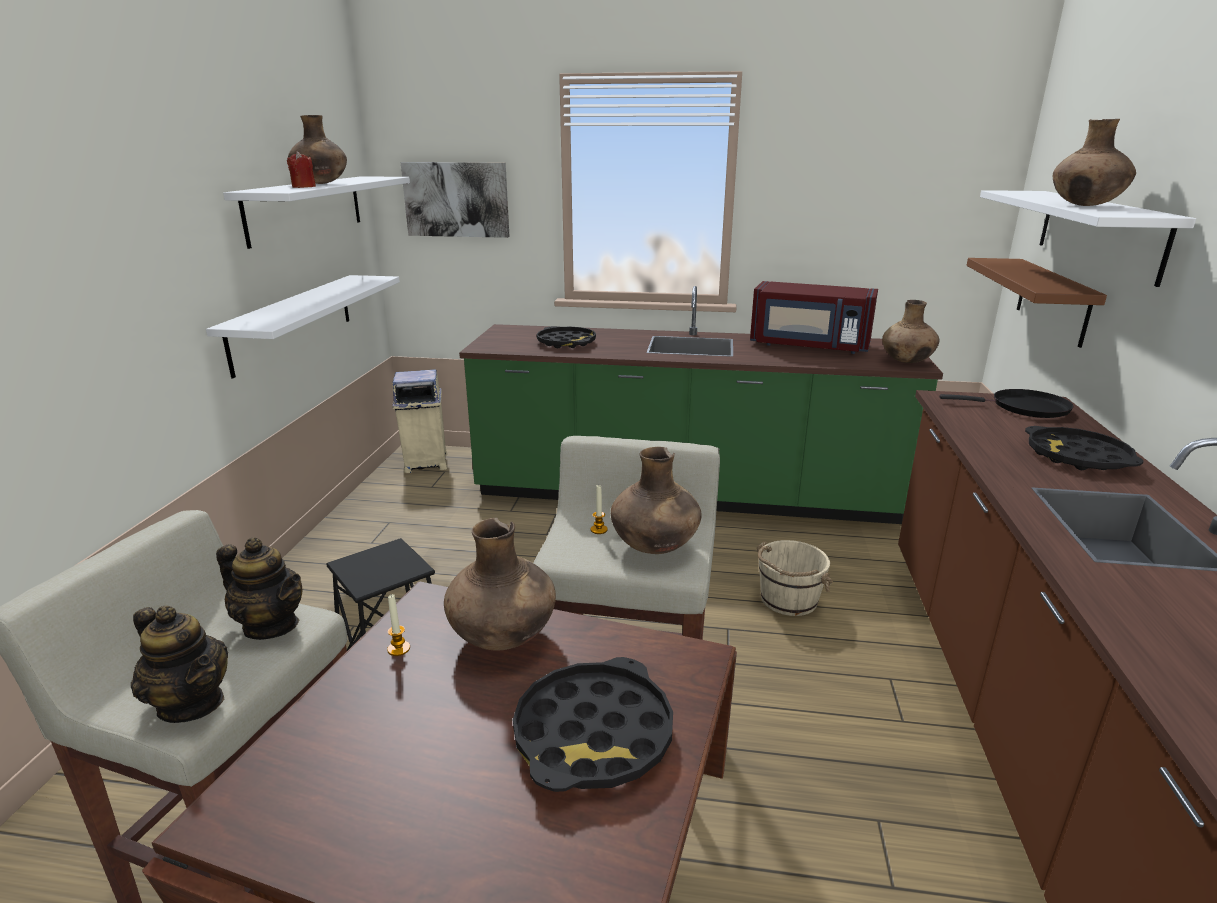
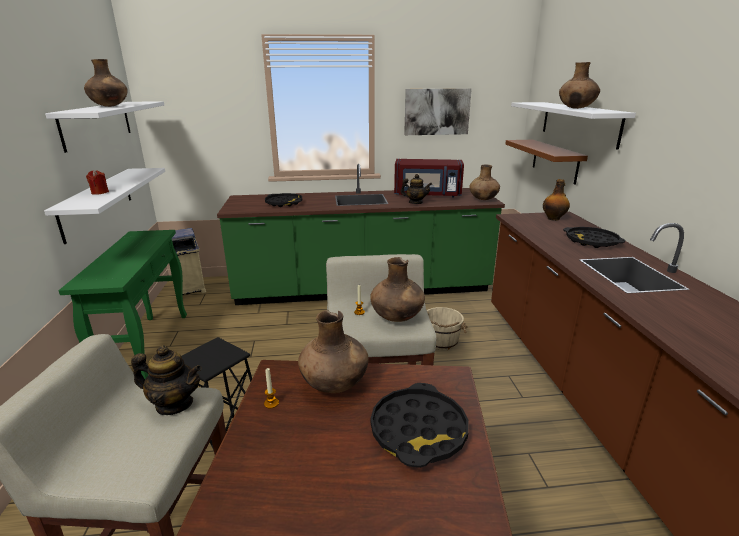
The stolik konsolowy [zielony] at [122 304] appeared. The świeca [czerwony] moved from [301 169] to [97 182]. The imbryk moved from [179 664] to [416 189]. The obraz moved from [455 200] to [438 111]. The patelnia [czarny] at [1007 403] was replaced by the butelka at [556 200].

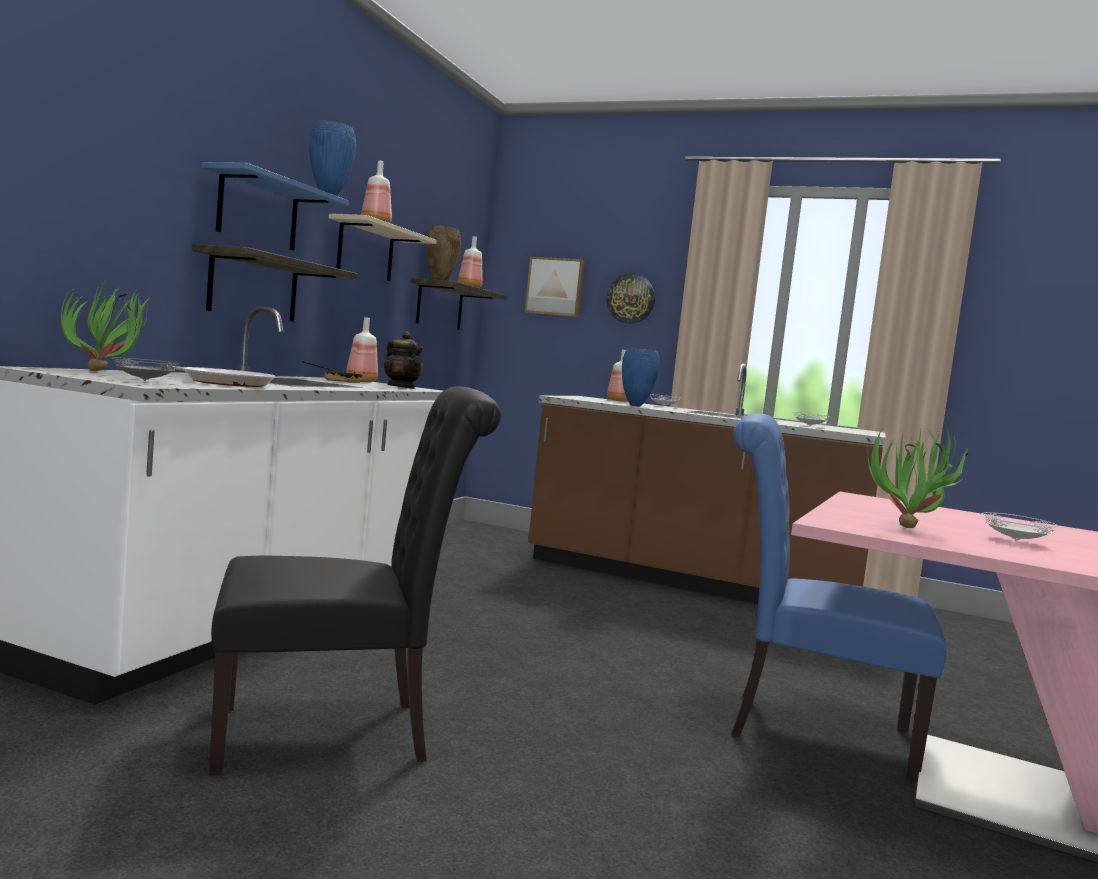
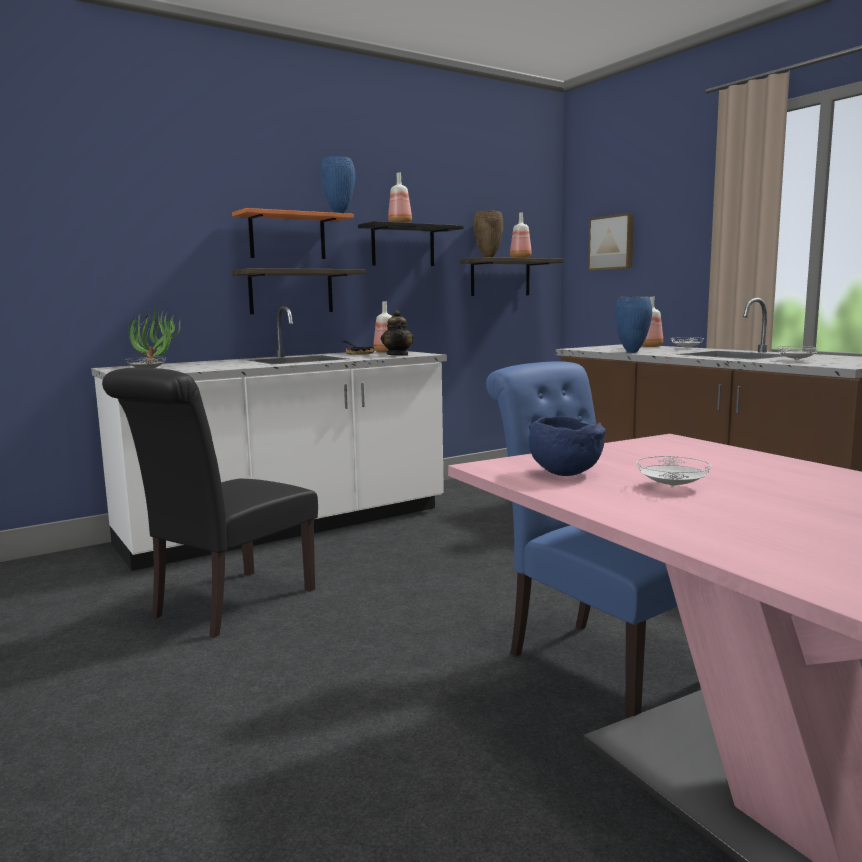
The krzesło [czarny] at [355 580] turned 105 degrees clockwise. The półka [niebieski] at [275 206] became the półka [pomarańczowy] at [293 233]. The półka [beżowy] at [382 247] became the półka [czarny] at [411 243]. The roślina doniczkowa at [920 476] was replaced by the miska [niebieski] at [567 446]. The patelnia at [220 376] disappeared. The zegar ścienny at [630 298] disappeared.

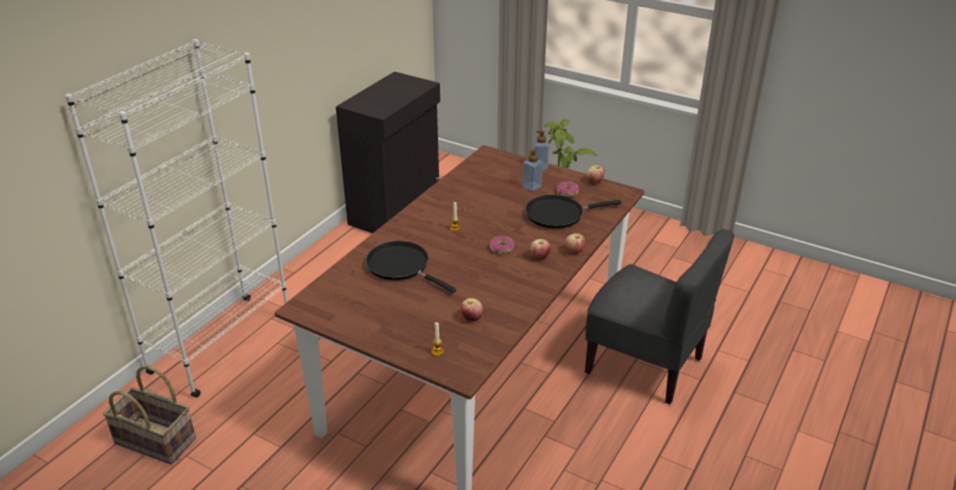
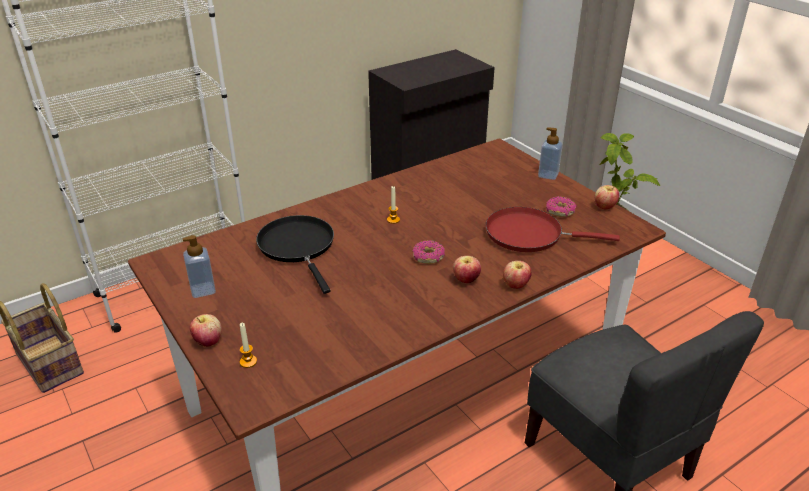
The dozownik mydła moved from [533 170] to [199 266]. The jabłko moved from [472 309] to [206 330]. The patelnia [czarny] at [573 212] became the patelnia [czerwony] at [553 229].

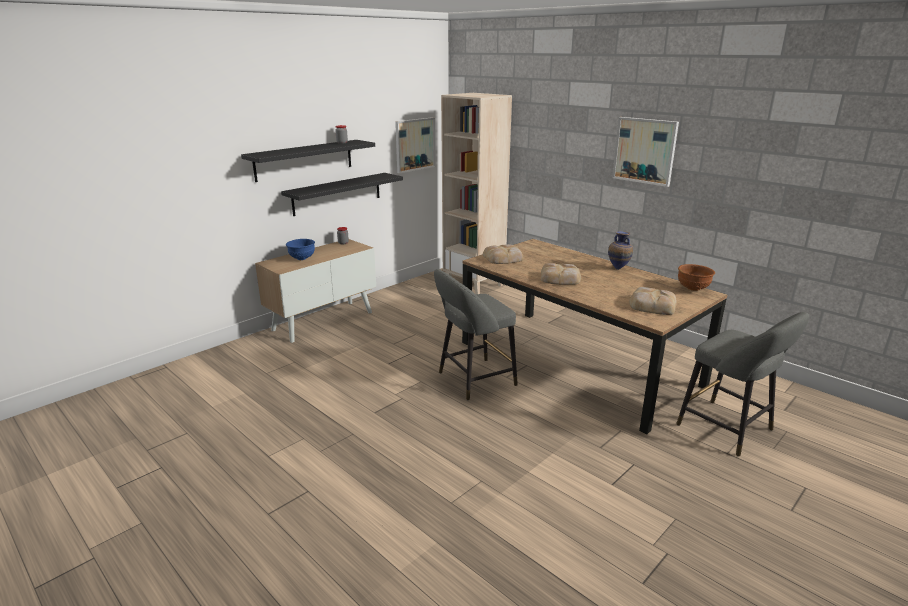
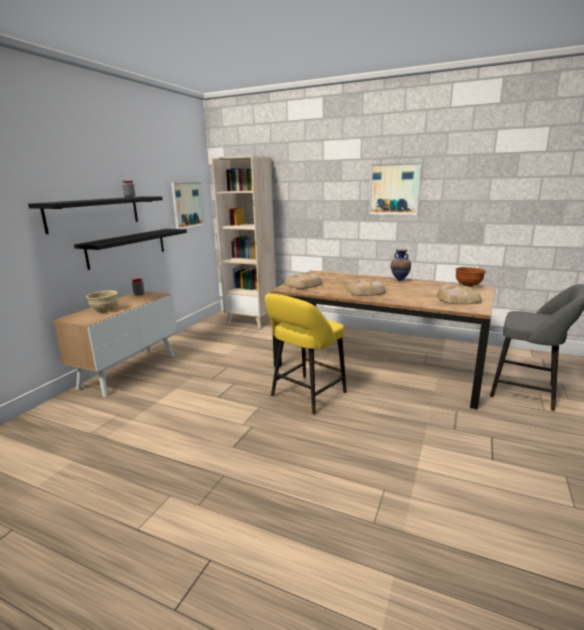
The miska [niebieski] at [300 249] became the miska [beżowy] at [102 301]. The stołek [szary] at [476 334] became the stołek [żółty] at [306 354].

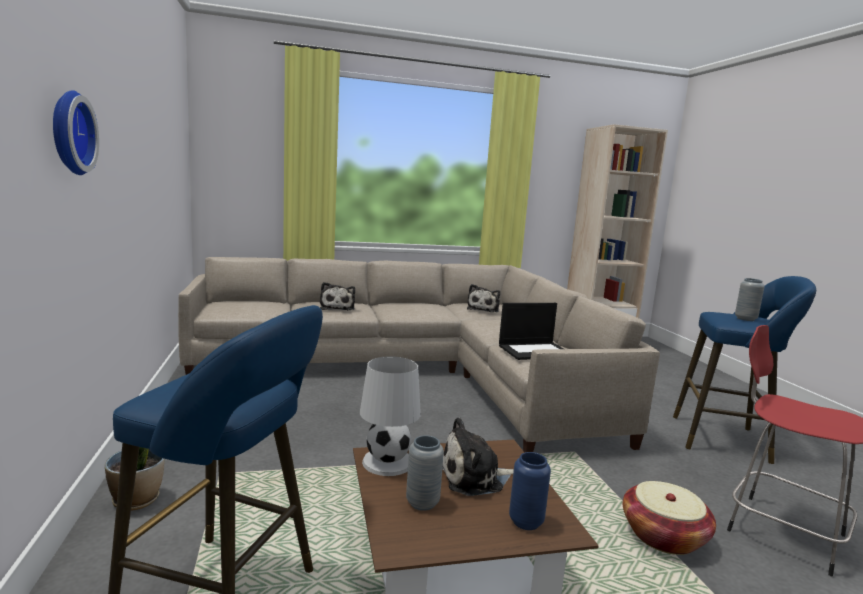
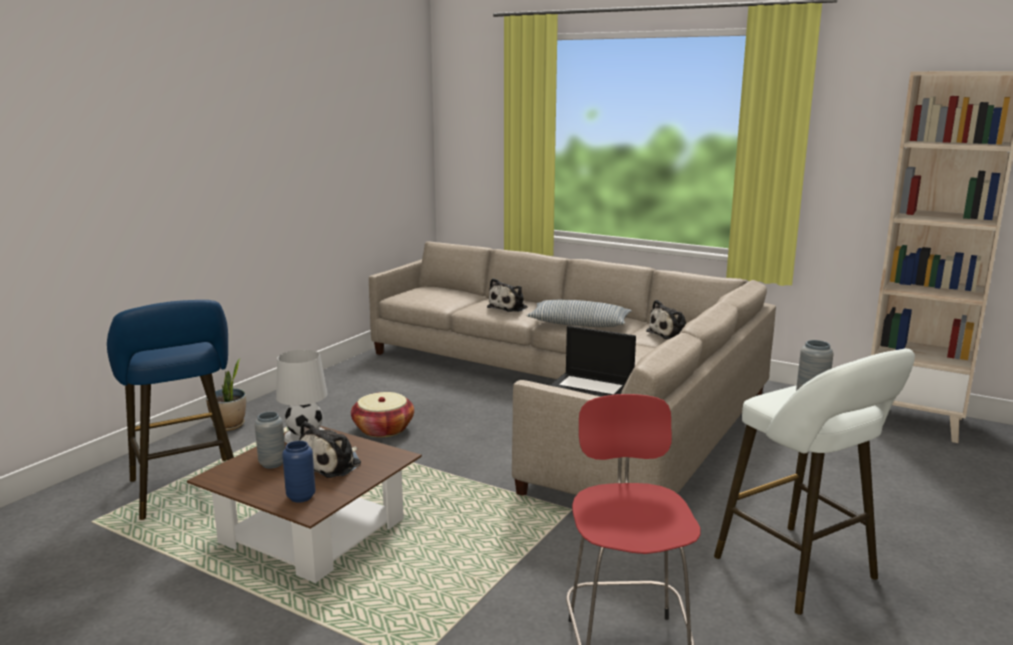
The pluszak at [478 456] turned 90 degrees counterclockwise. The koszyk moved from [669 518] to [382 414]. The poduszka at [579 313] appeared. The stołek [niebieski] at [744 370] became the stołek [biały] at [814 482]. The zegar ścienny at [76 132] disappeared.

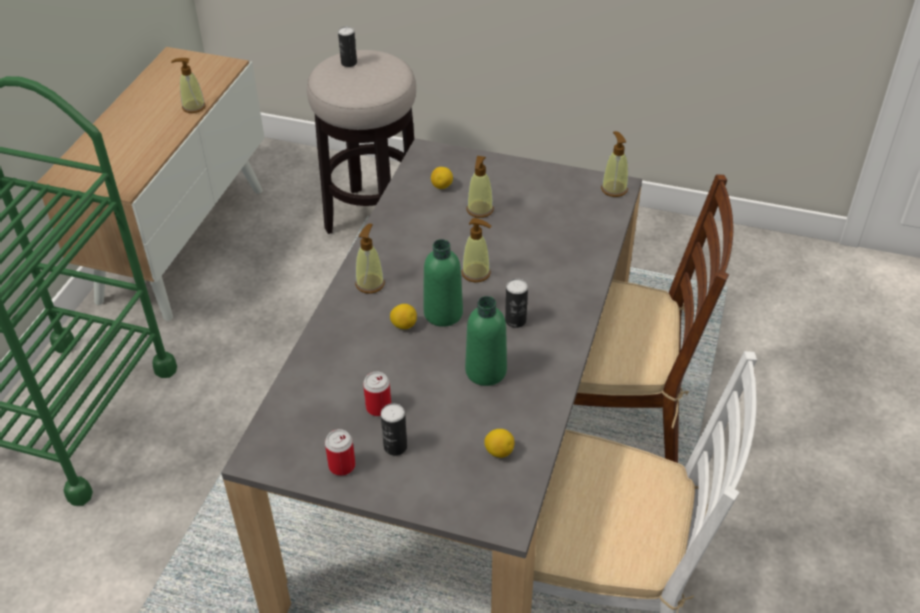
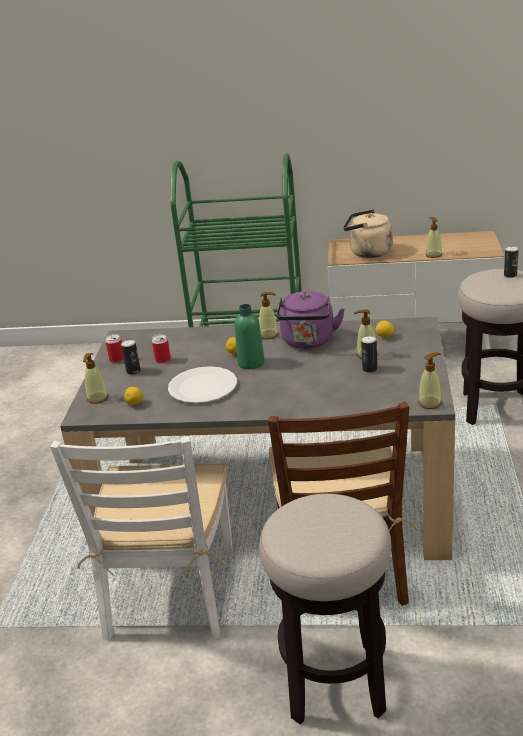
The dozownik mydła moved from [476 250] to [95 378]. The butelka [zielony] at [486 341] was replaced by the talerz [biały] at [202 384]. The stołek at [325 609] appeared. The czajnik [fioletowy] at [310 320] appeared. The czajnik [beżowy] at [368 234] appeared. The puszka moved from [516 303] to [369 354].

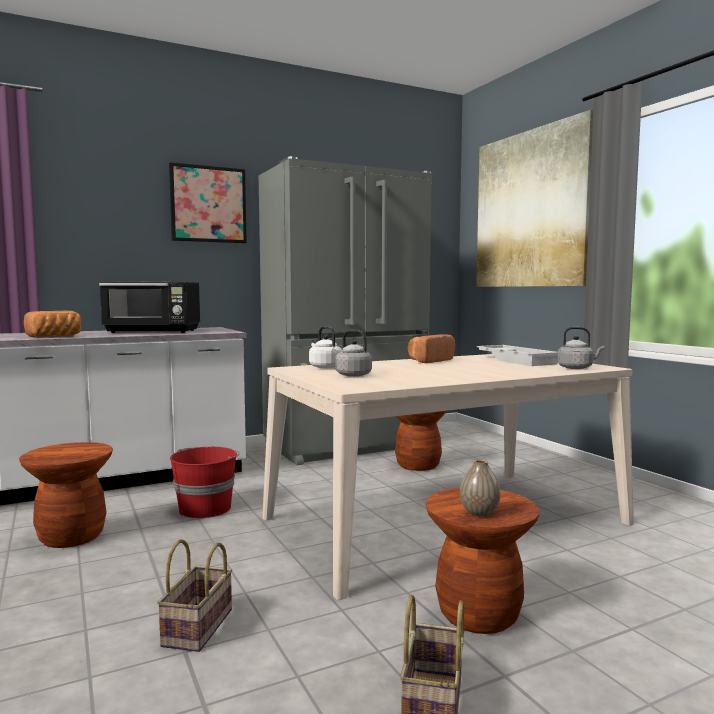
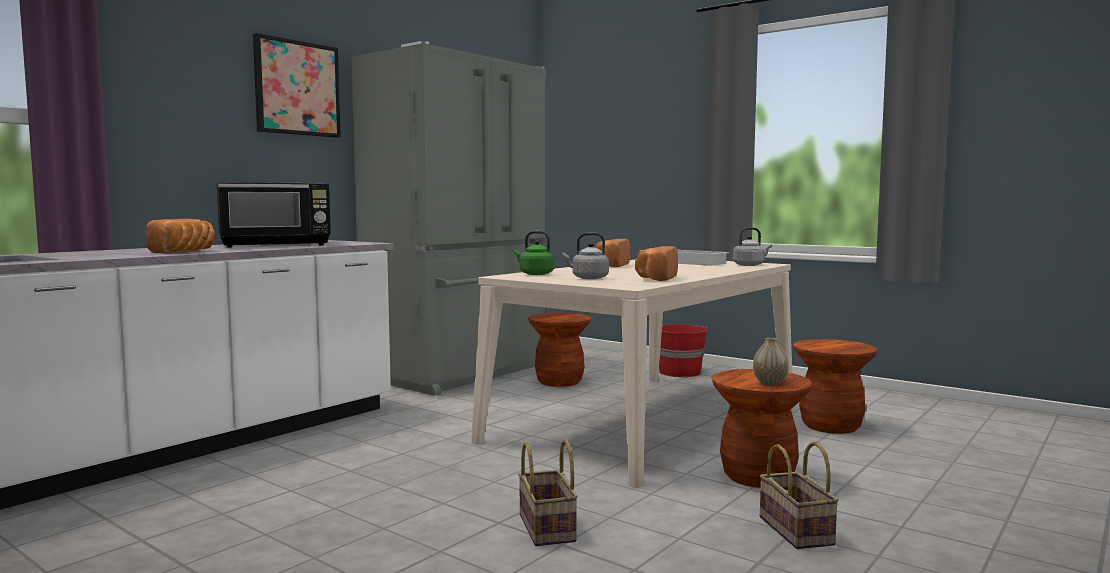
The czajnik [biały] at [325 347] became the czajnik [zielony] at [534 253]. The chleb at [656 263] appeared. The wiadro [czerwony] moved from [205 482] to [683 350]. The stołek [brązowy] moved from [66 495] to [835 386]. The obraz at [534 198] disappeared.

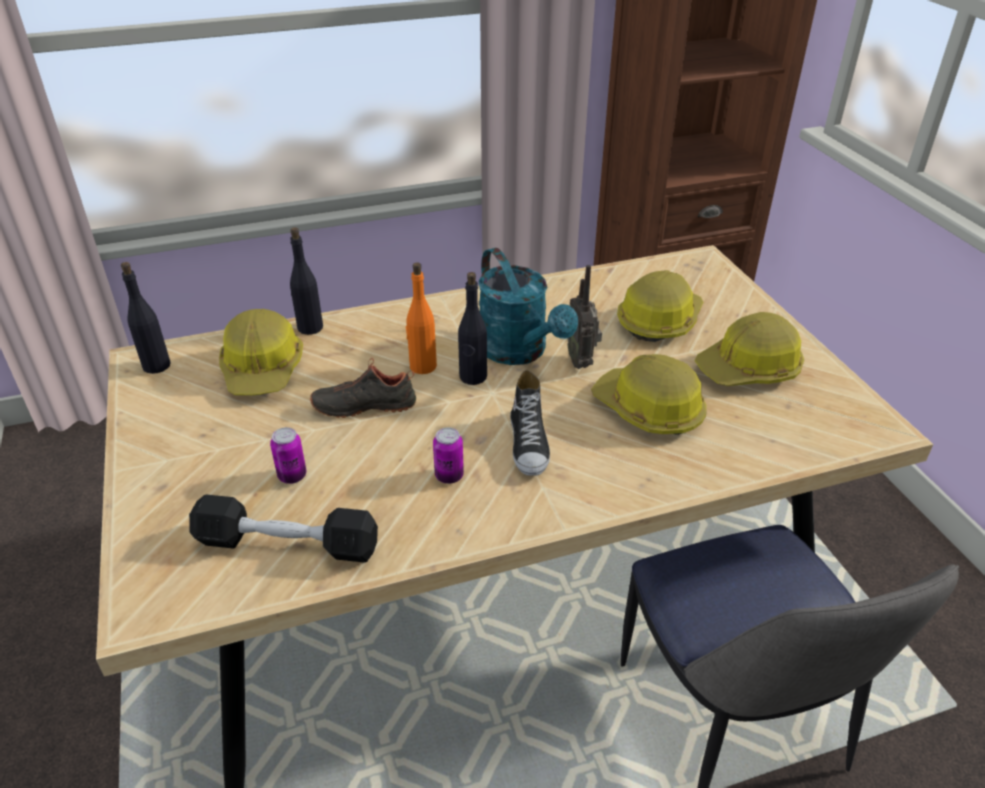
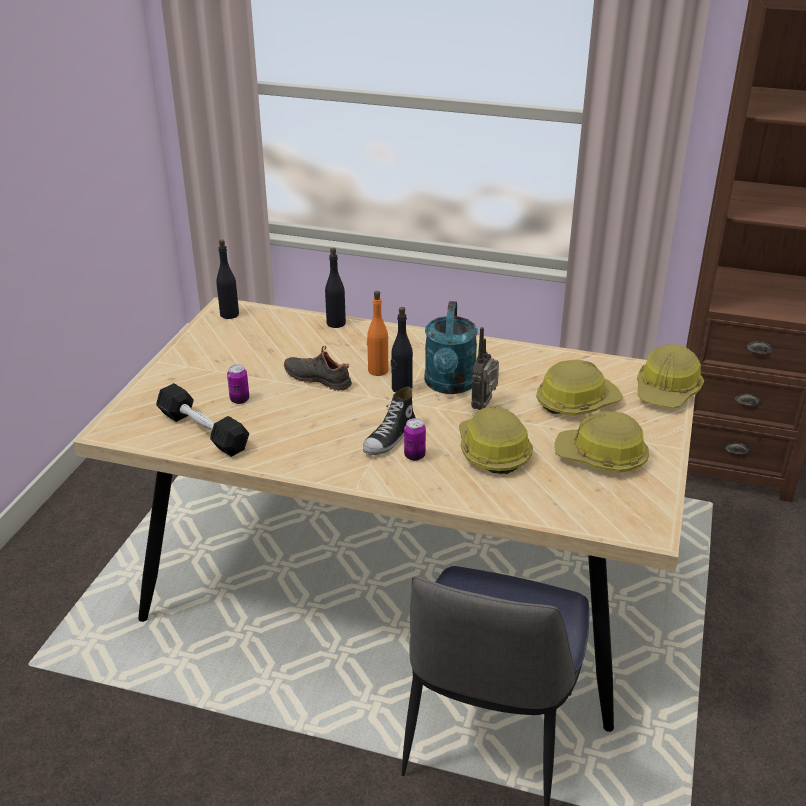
The puszka moved from [448 455] to [415 439]. The kask moved from [261 352] to [670 376].

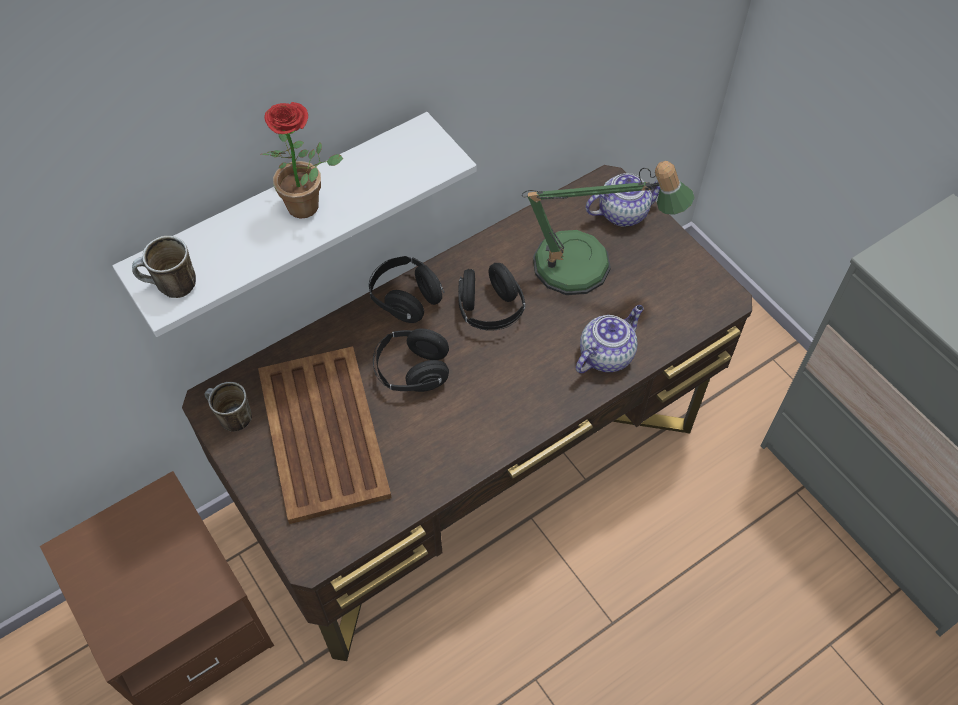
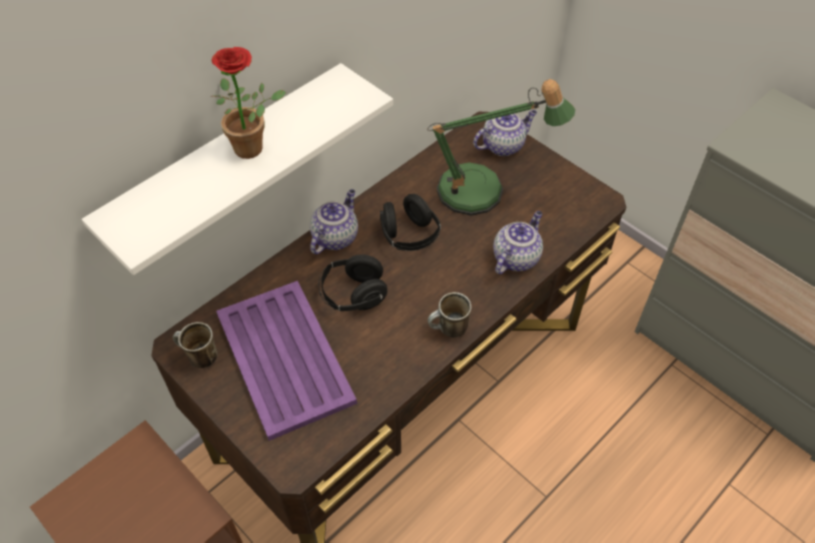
The taca [brązowy] at [325 435] became the taca [fioletowy] at [286 361]. The słuchawki [czarny] at [407 289] was replaced by the imbryk at [334 221]. The kubek moved from [164 267] to [449 315].

